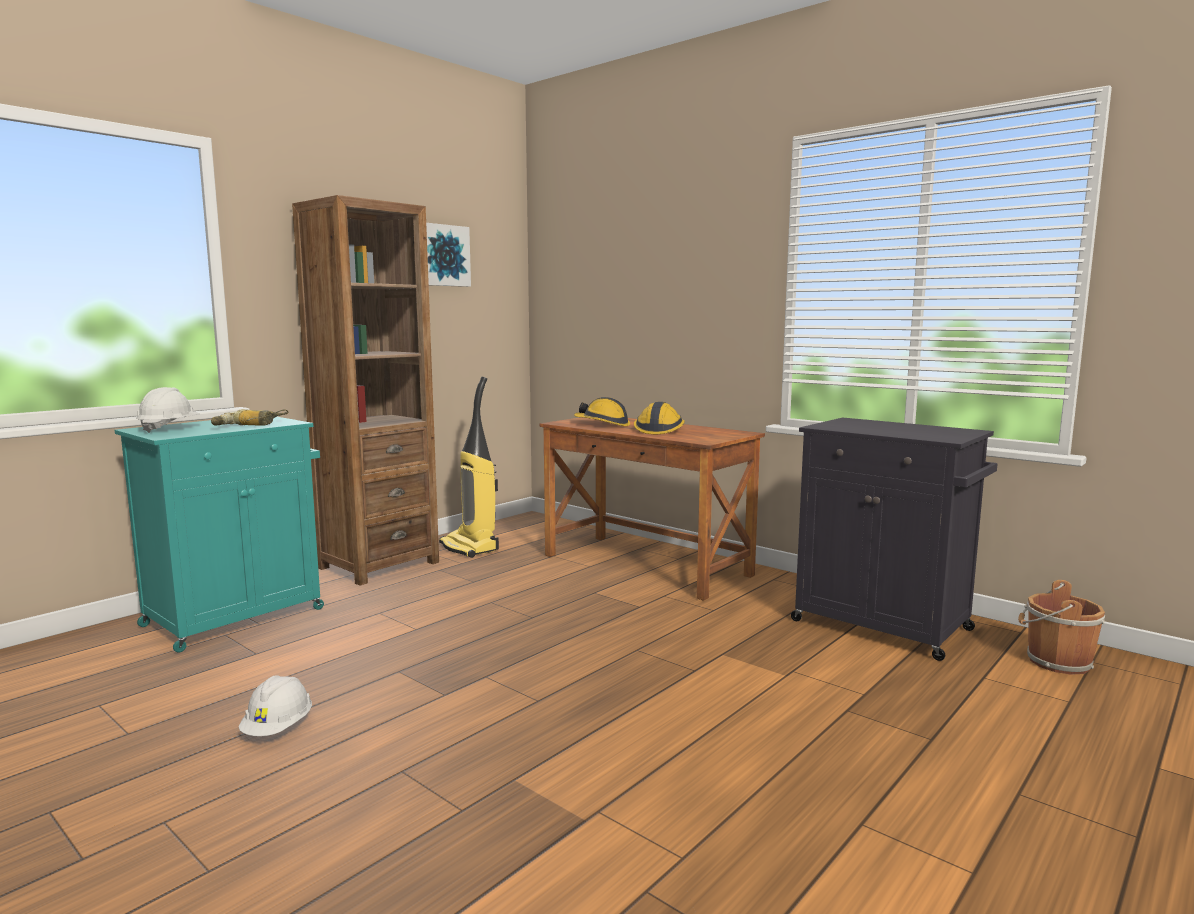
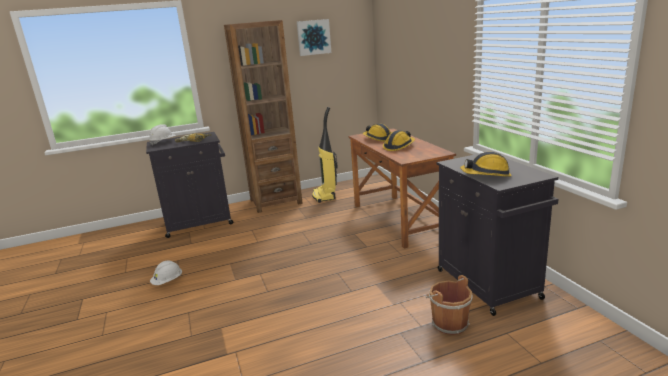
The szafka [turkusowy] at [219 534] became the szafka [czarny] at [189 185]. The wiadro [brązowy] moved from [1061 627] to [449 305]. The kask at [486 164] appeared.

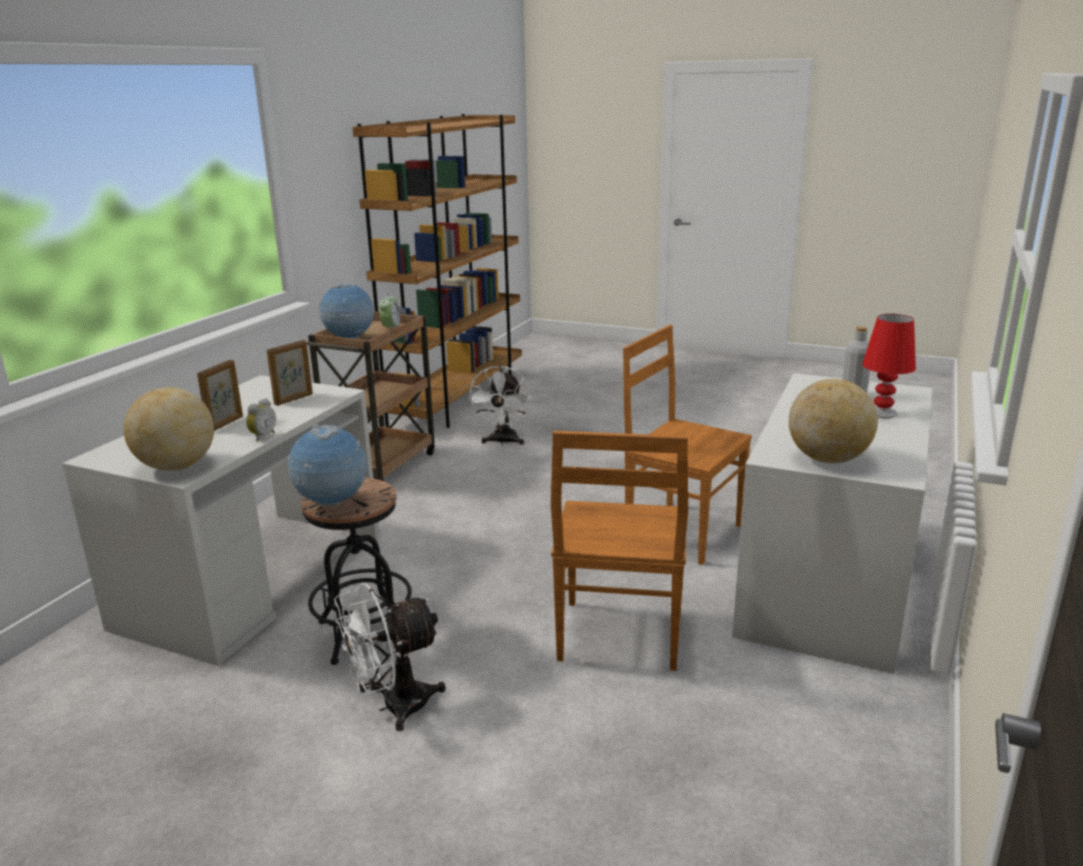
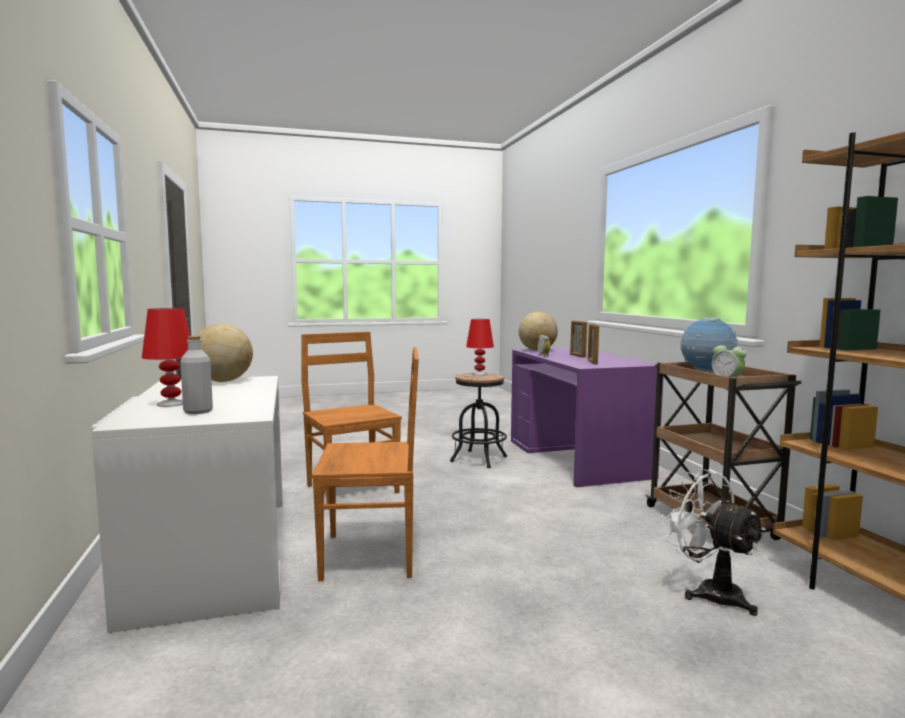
The globus at [327 465] was replaced by the lampa stołowa [czerwony] at [480 347]. The biurko [biały] at [220 520] became the biurko [fioletowy] at [587 417]. The wentylator [biały] at [390 657] disappeared.

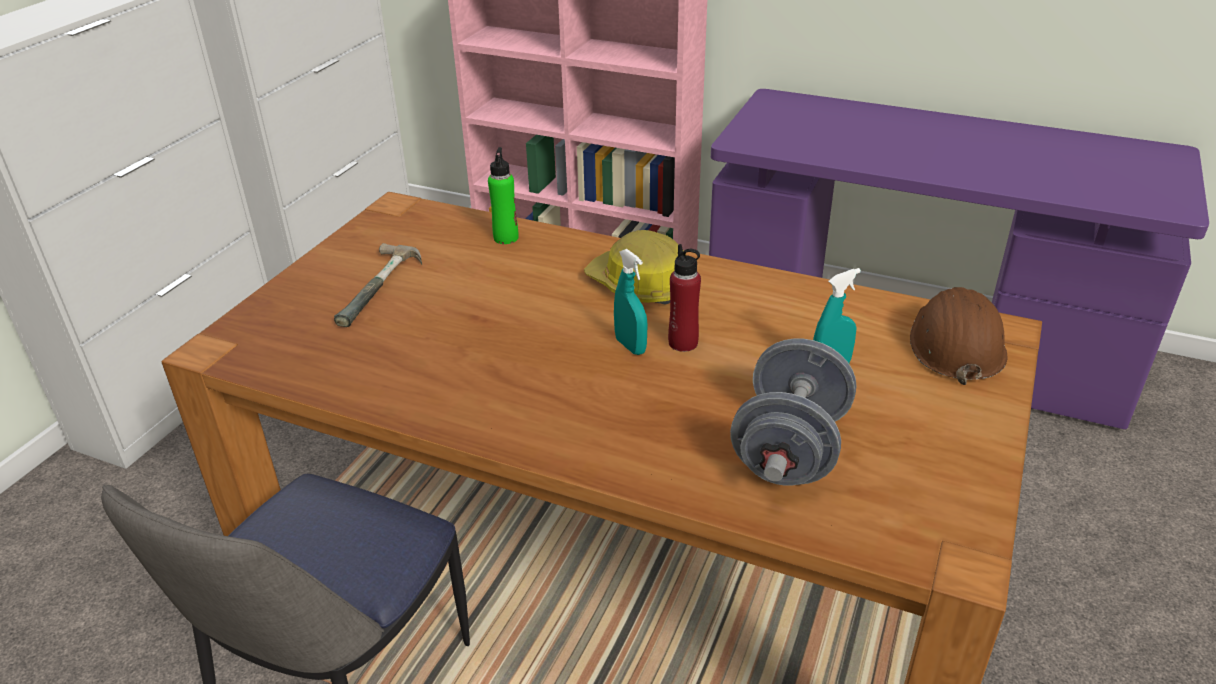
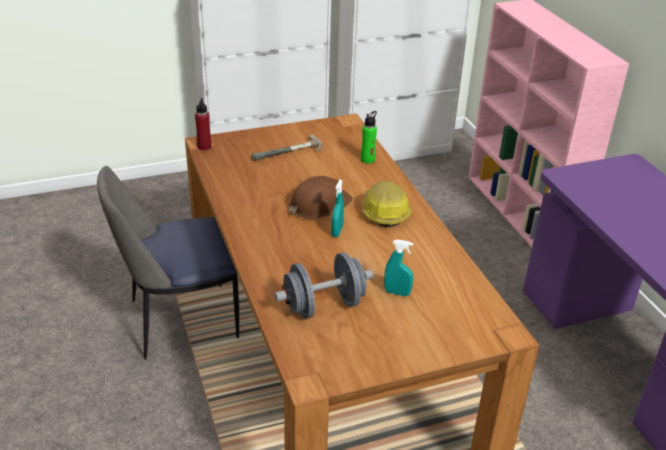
The butelka [czerwony] moved from [684 298] to [203 124]. The kask [brązowy] moved from [959 336] to [321 197].

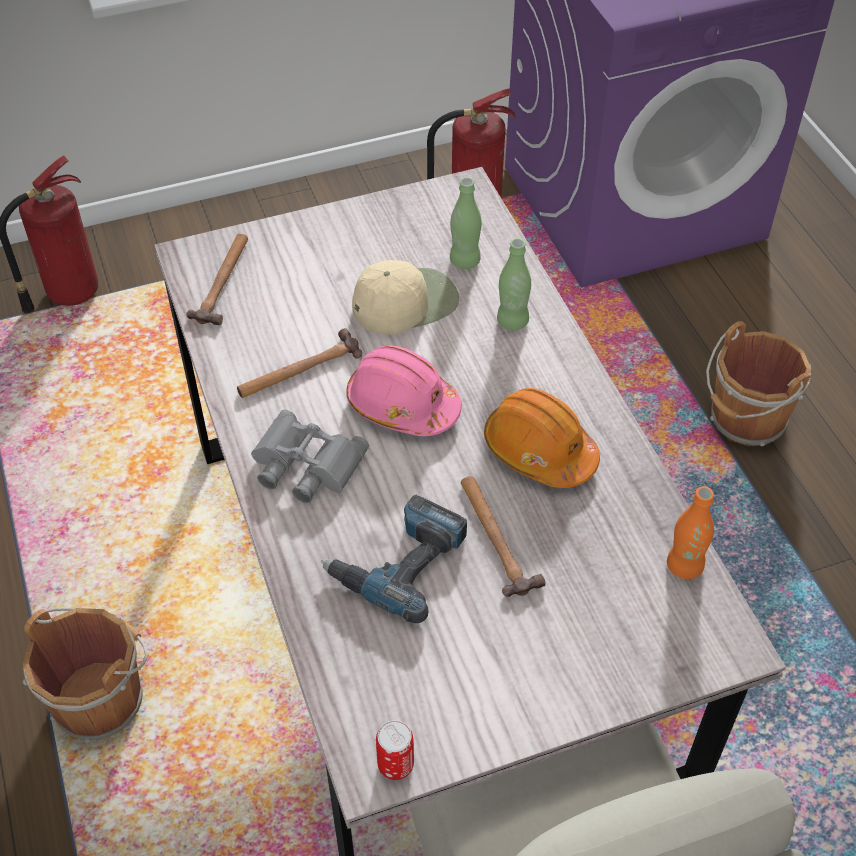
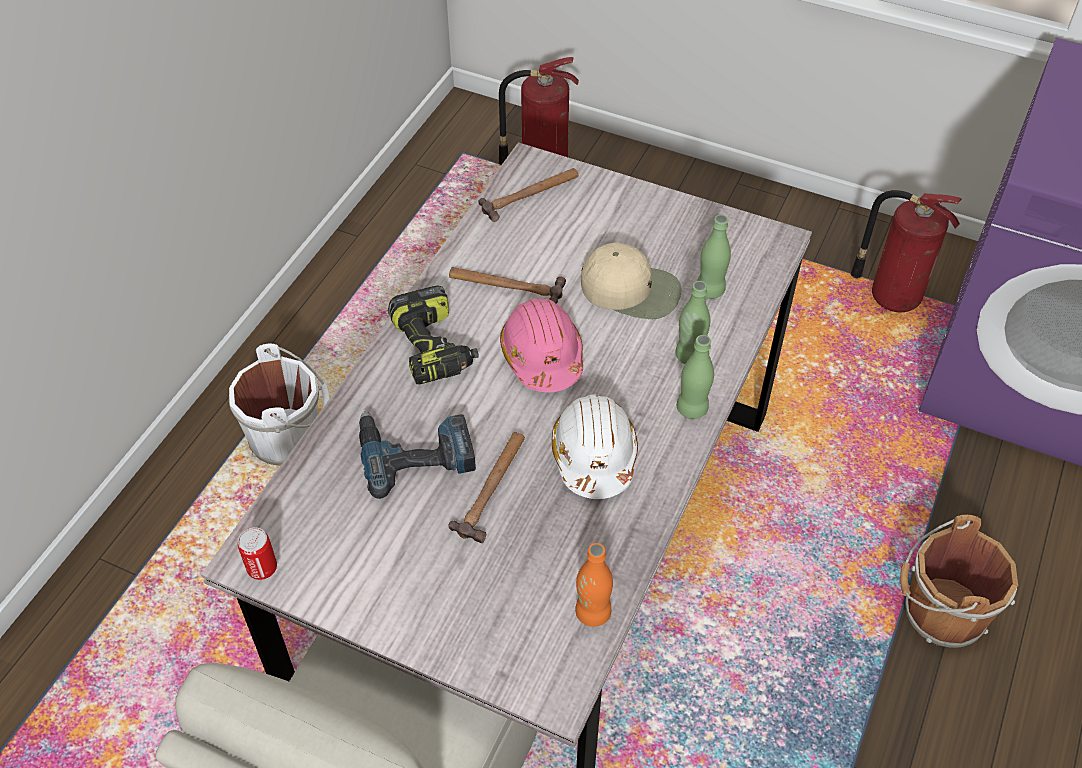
The wiadro [brązowy] at [85 674] became the wiadro [biały] at [279 405]. The lornetka [szary] at [310 456] was replaced by the wiertarka at [433 335]. The kask [pomarańczowy] at [542 438] became the kask [biały] at [595 446]. The butelka [zielony] at [695 377] appeared.

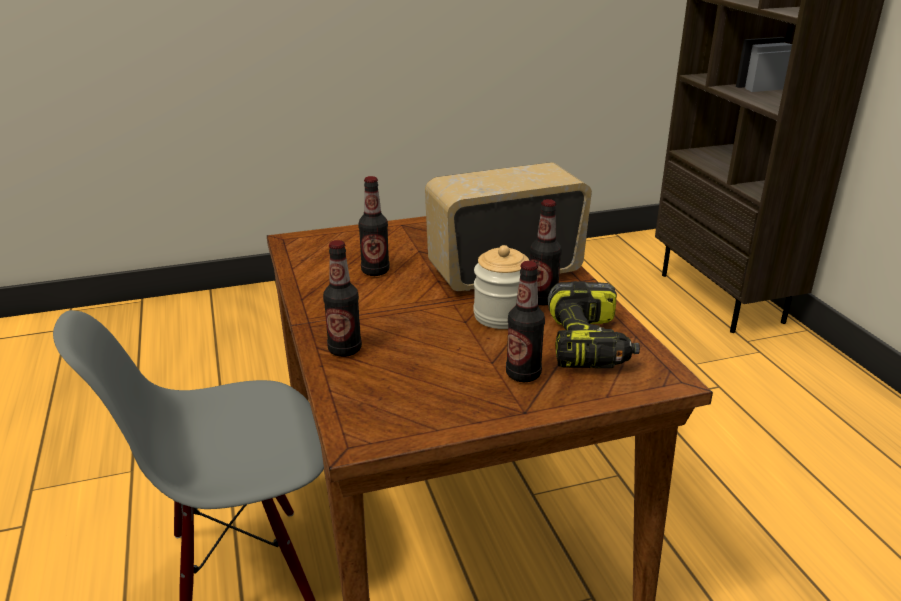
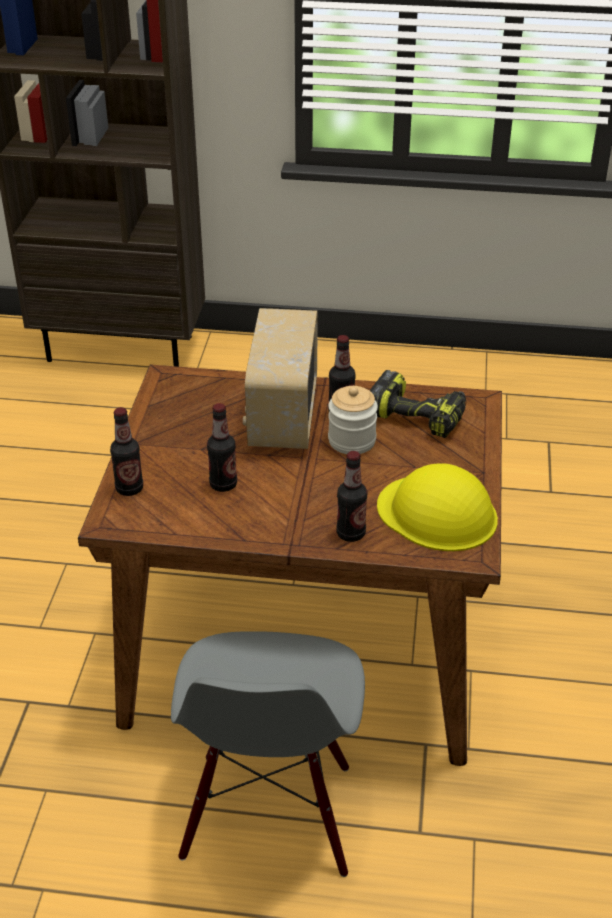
The butelka moved from [525 321] to [126 451]. The kask [żółty] at [437 507] appeared.

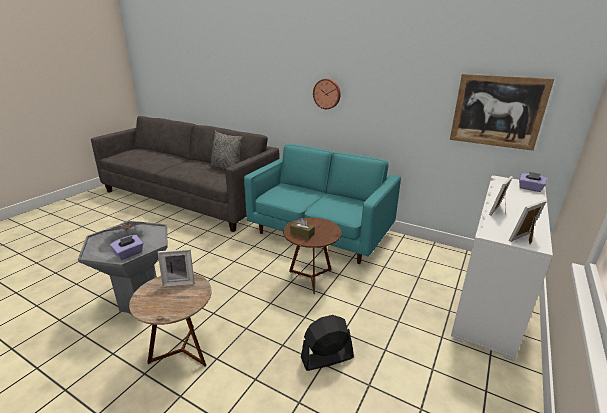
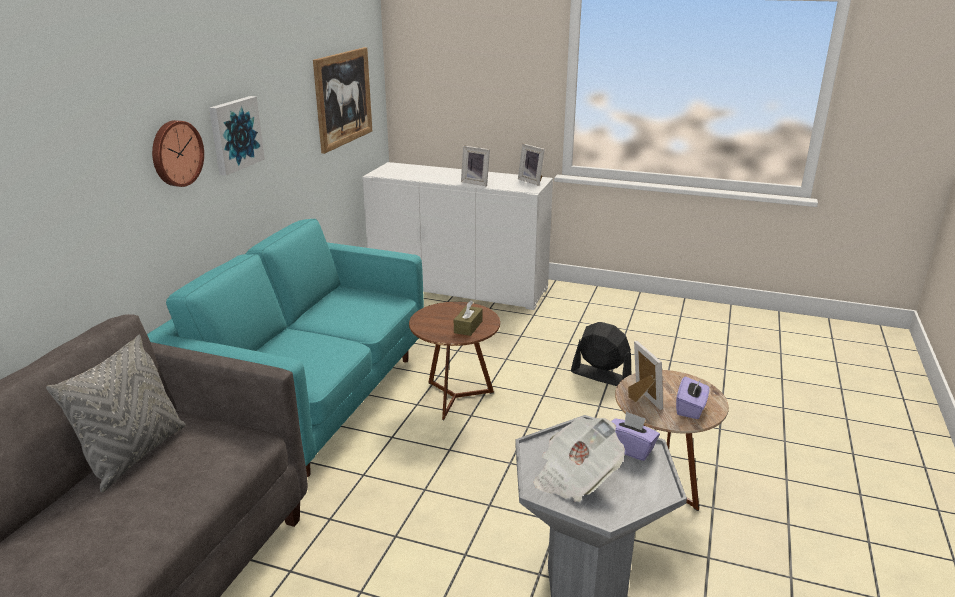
The obraz at [237 136] appeared. The wentylator [czarny] at [327 343] turned 150 degrees clockwise. The pudełko chusteczek [fioletowy] moved from [533 182] to [693 397].

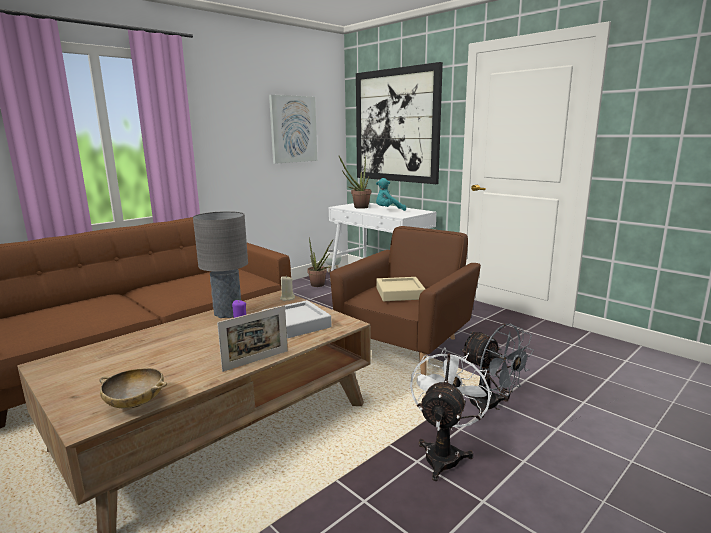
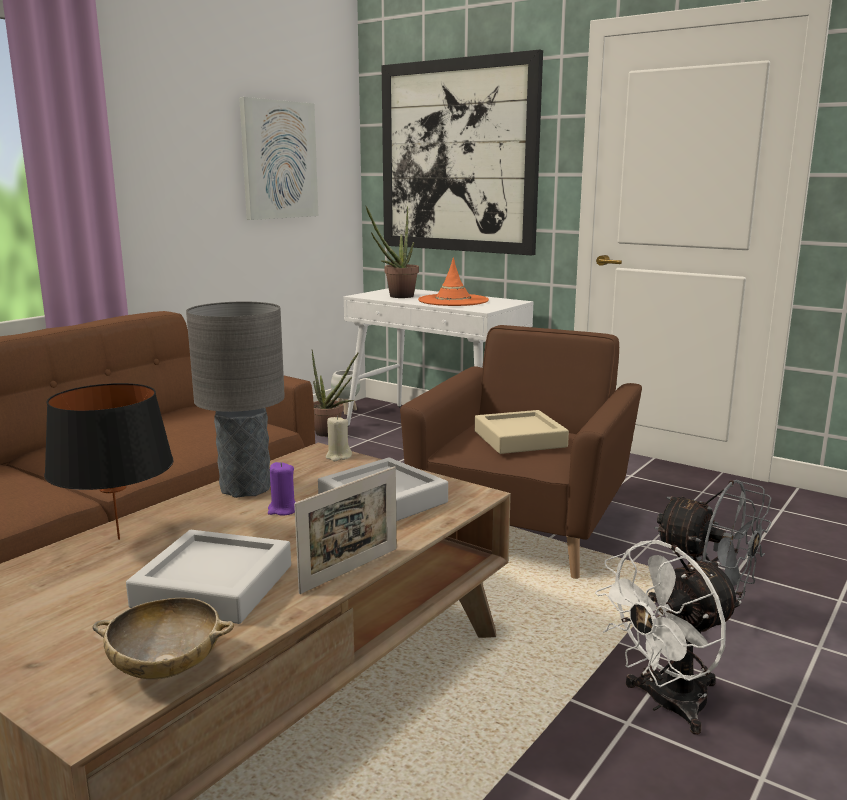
The lampa stołowa [czarny] at [109 461] appeared. The taca [szary] at [208 577] appeared. The pluszak [turkusowy] at [391 194] was replaced by the kapelusz [pomarańczowy] at [453 281]. The wentylator [biały] at [451 414] turned 135 degrees counterclockwise.

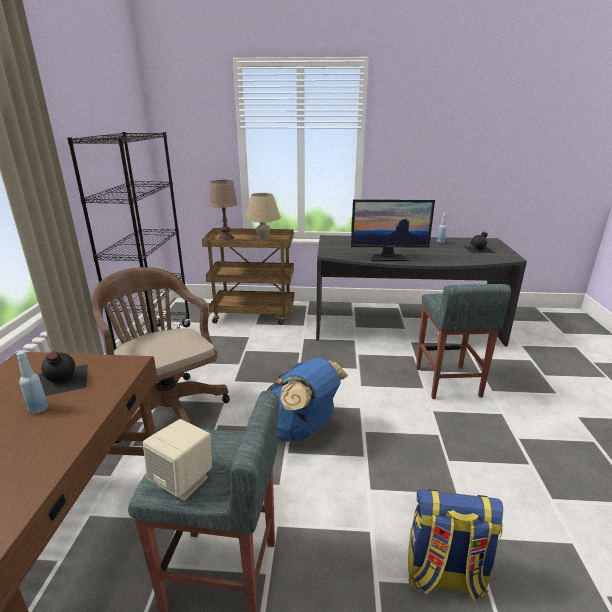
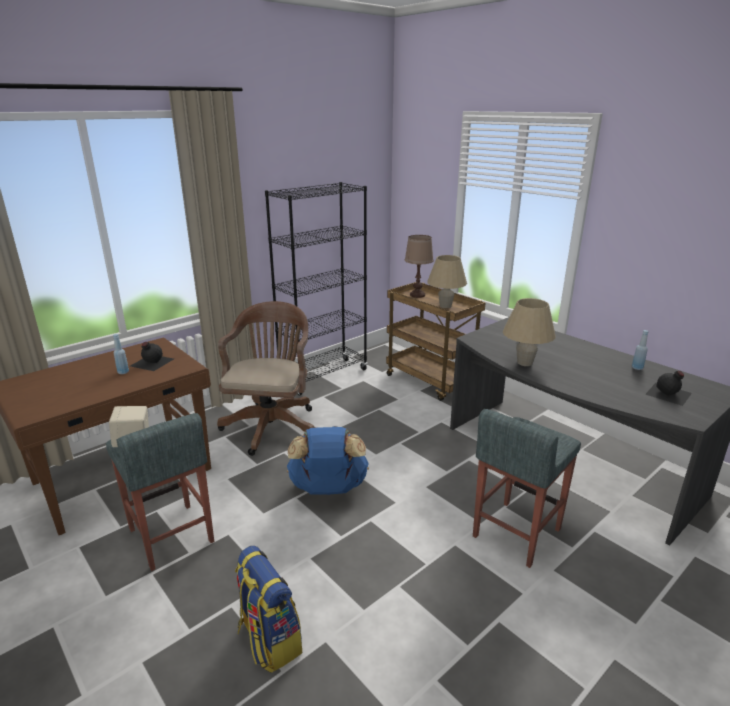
The monitor at [393 230] was replaced by the lampa stołowa [beżowy] at [529 332].

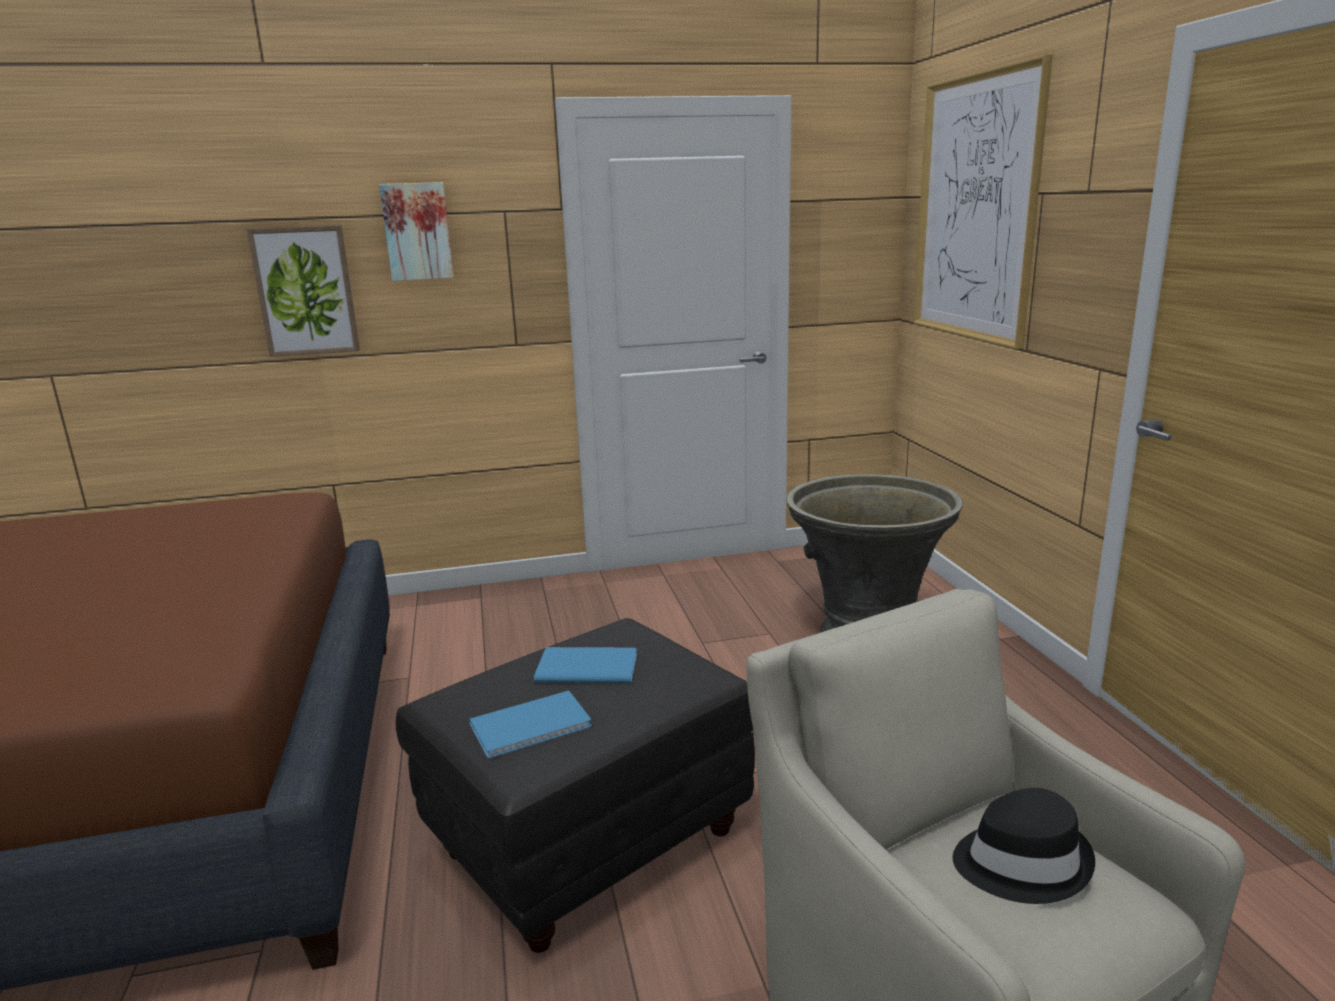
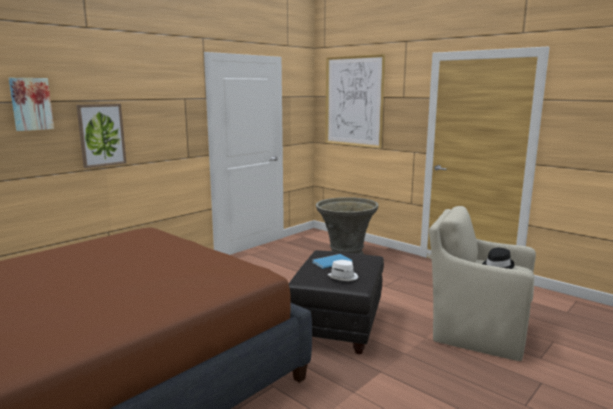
The obraz moved from [416 231] to [31 104]. The książka [niebieski] at [530 724] was replaced by the kapelusz [biały] at [342 270].

